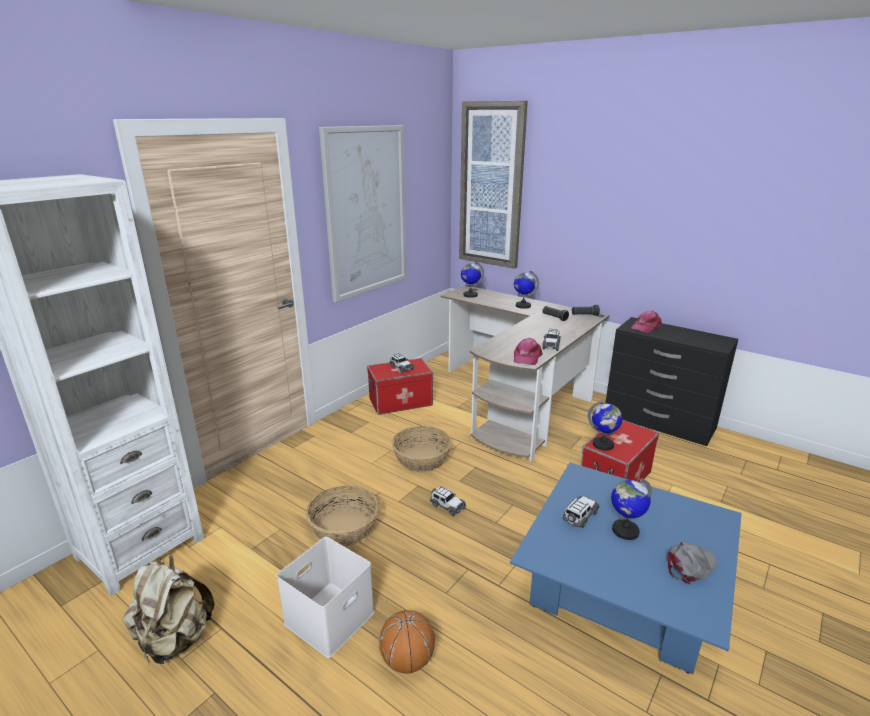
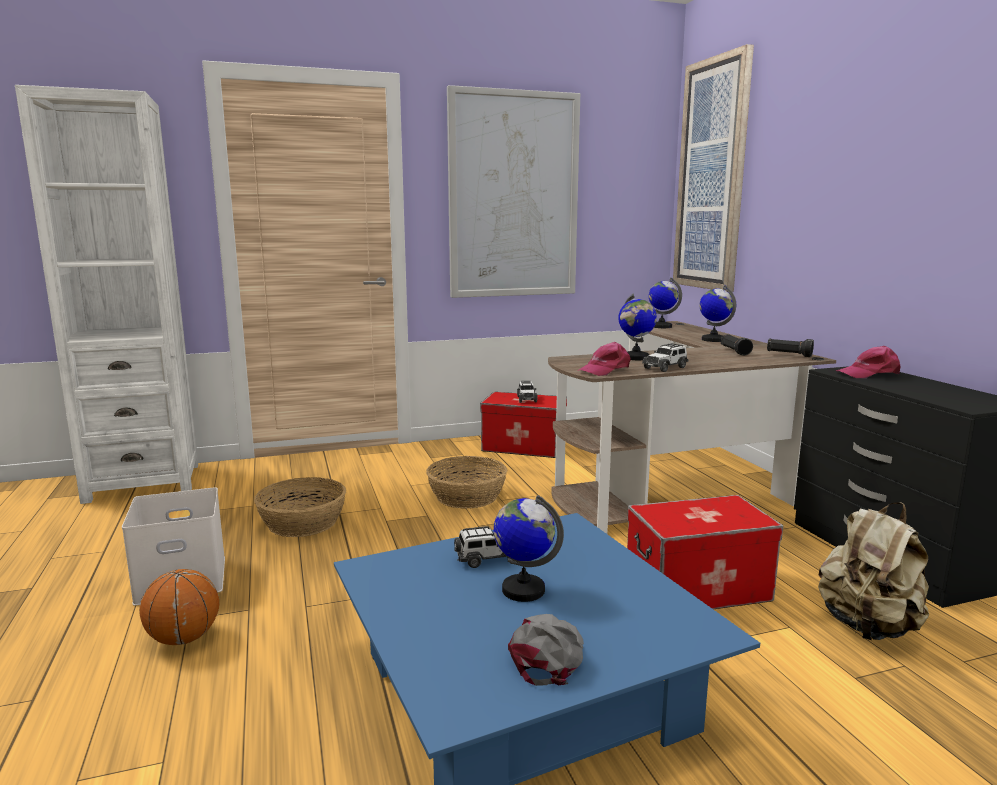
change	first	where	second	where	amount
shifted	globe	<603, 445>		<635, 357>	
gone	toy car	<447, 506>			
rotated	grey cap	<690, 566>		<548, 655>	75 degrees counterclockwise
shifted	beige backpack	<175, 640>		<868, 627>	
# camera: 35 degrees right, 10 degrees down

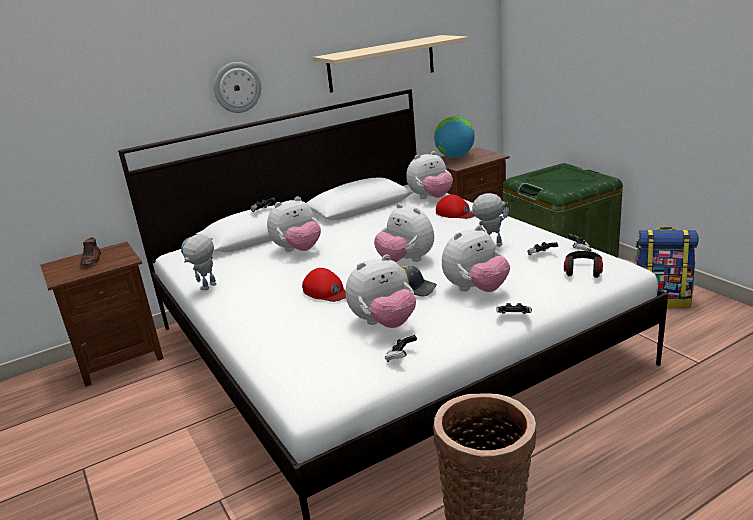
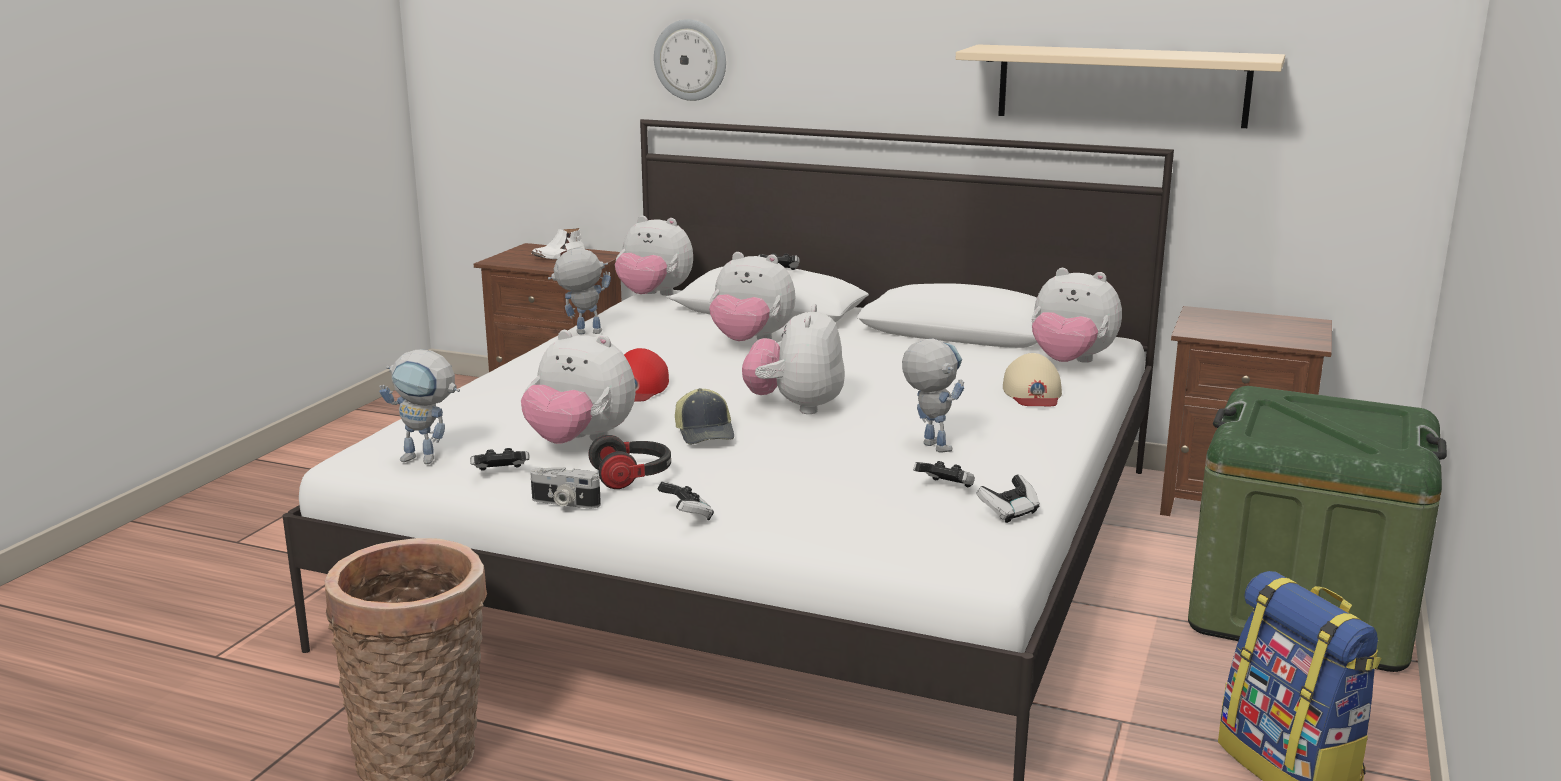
change	first	where	second	where	amount
shifted	wall clock	<237, 87>		<690, 60>	
gone	globe	<455, 156>			
repainted	red cap	<456, 213>	beige cap	<1032, 393>	
shifted	plush toy	<476, 290>		<654, 296>	
repainted	brown shoe	<92, 260>	white shoe	<559, 256>	
shifted	headphones	<583, 271>		<632, 477>	
new			toy robot	<429, 459>	
new			photo camera	<564, 503>	
# camera: 50 degrees right, 5 degrees down

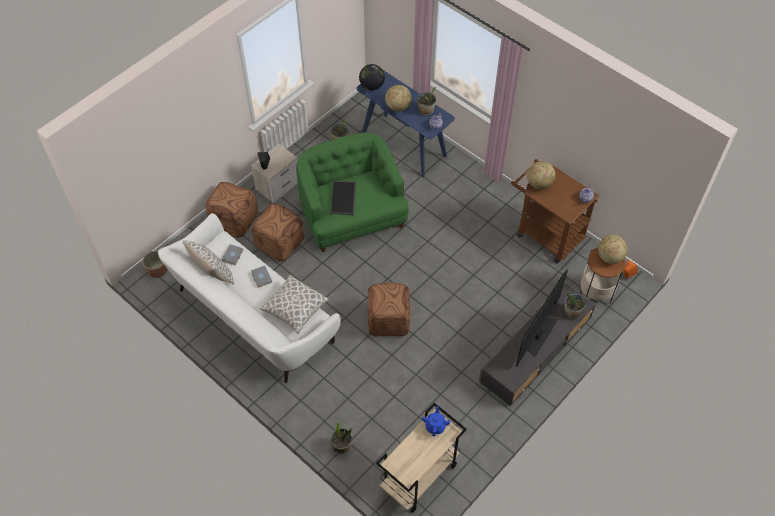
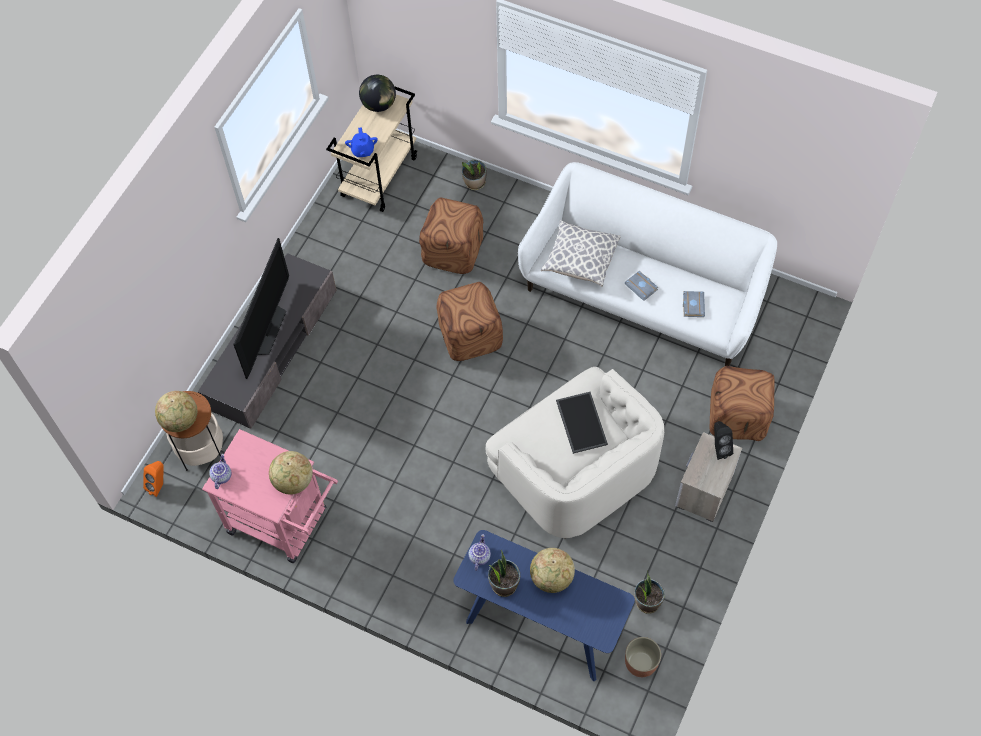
change	first	where	second	where	amount
shifted	globe	<372, 86>		<379, 105>	
repainted	green armchair	<351, 215>	white armchair	<575, 471>	
repainted	brown cart	<545, 233>	pink cart	<285, 523>	
shifted	brown ottoman	<279, 243>		<453, 250>	
gone	pillow	<213, 274>			
shifted	planter	<157, 270>		<641, 663>	
gone	potted plant	<572, 312>			
# camera: 165 degrees right, 5 degrees up

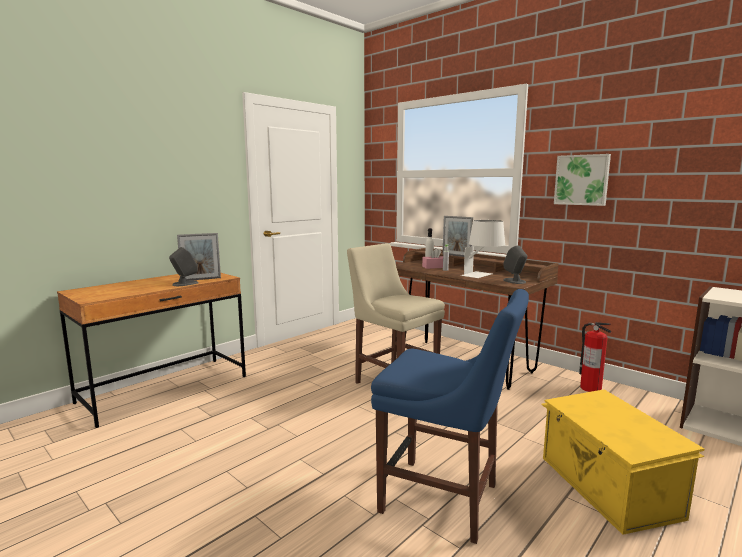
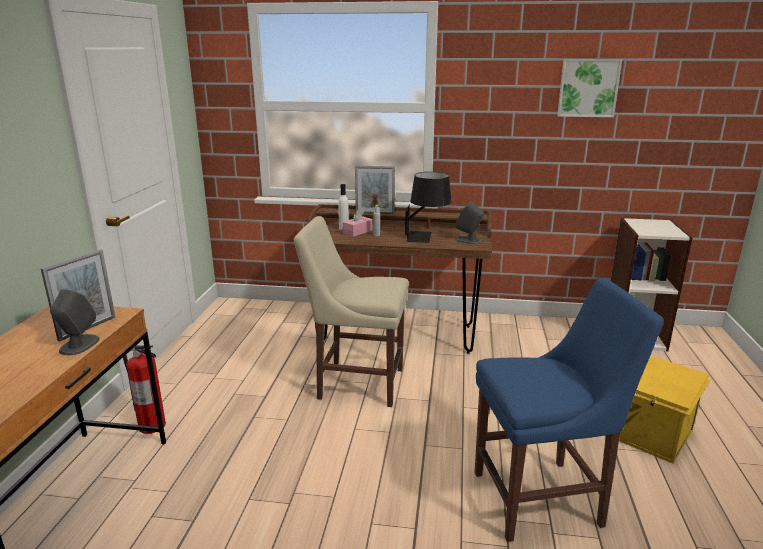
change	first	where	second	where	amount
shifted	picture	<582, 180>		<588, 88>	
repainted	white table lamp	<483, 275>	black table lamp	<427, 237>	
shifted	fire extinguisher	<590, 388>		<151, 425>	
# camera: 35 degrees left, 10 degrees up

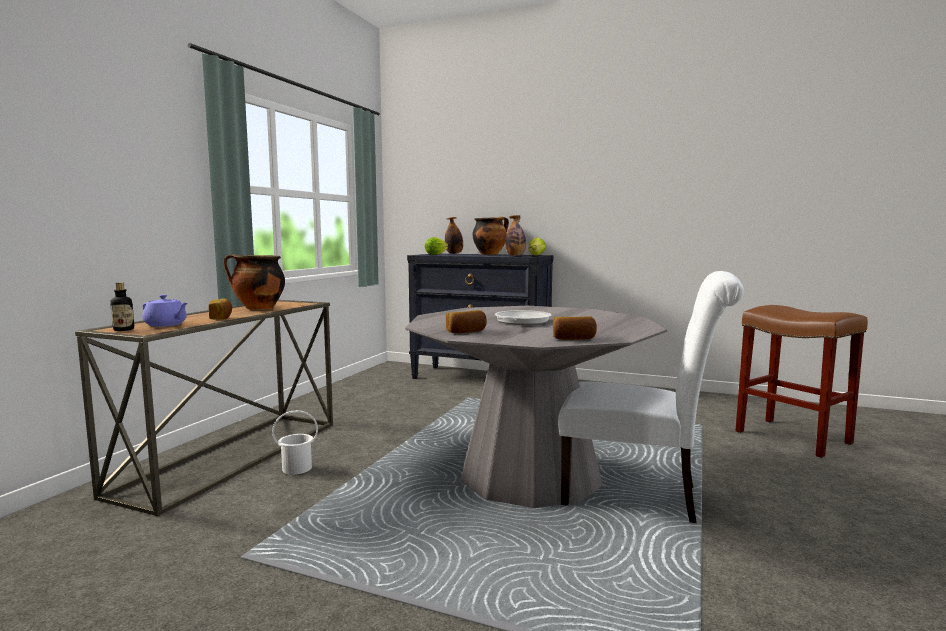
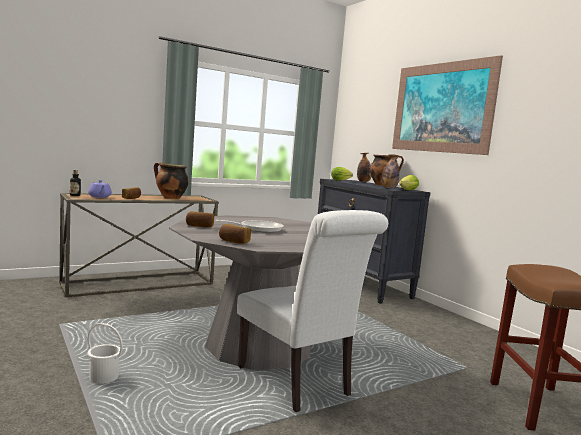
change	first	where	second	where	amount
shifted	white bucket	<296, 468>		<104, 378>	
new			picture	<441, 107>	
# camera: 35 degrees right, 0 degrees up

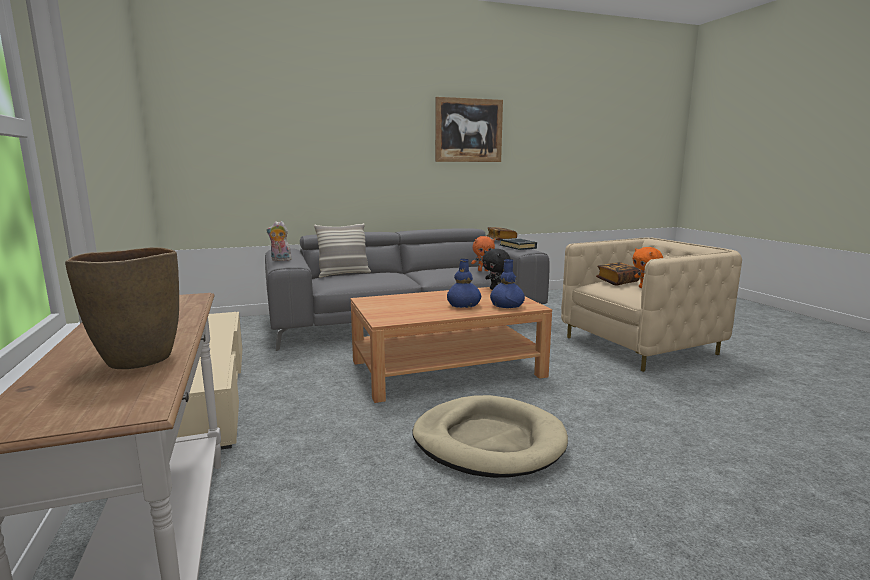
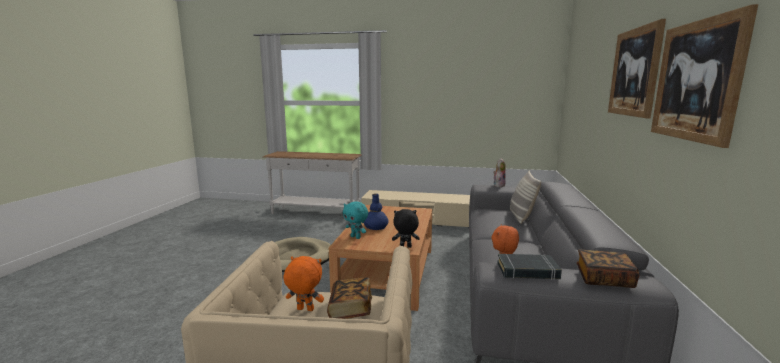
change	first	where	second	where	amount
gone	brown vase	<137, 360>			
swapped	blue vase	<506, 306>	turquoise plush toy	<356, 237>	
new			picture	<634, 72>	
# camera: 120 degrees right, 0 degrees up

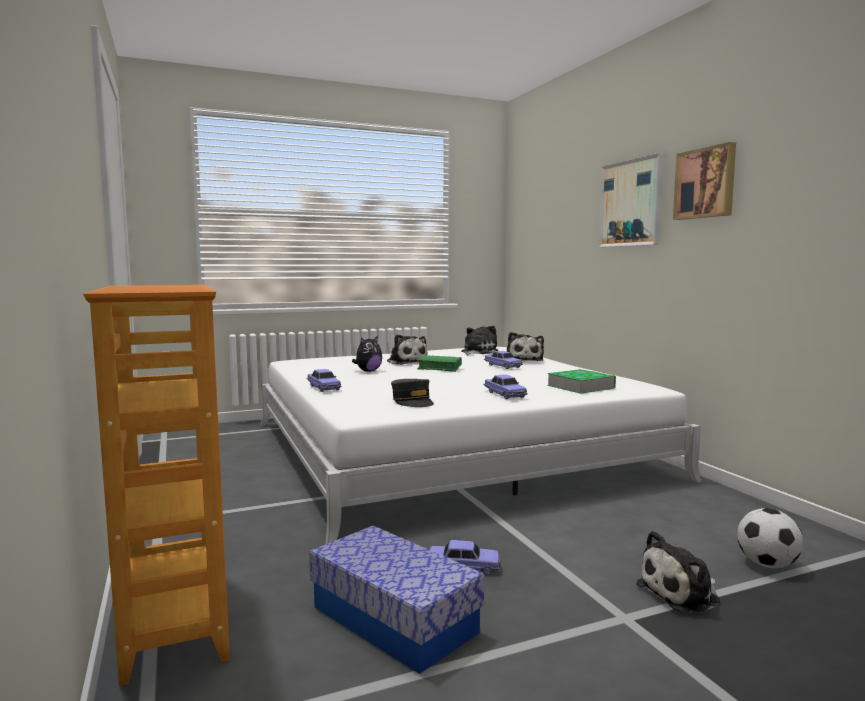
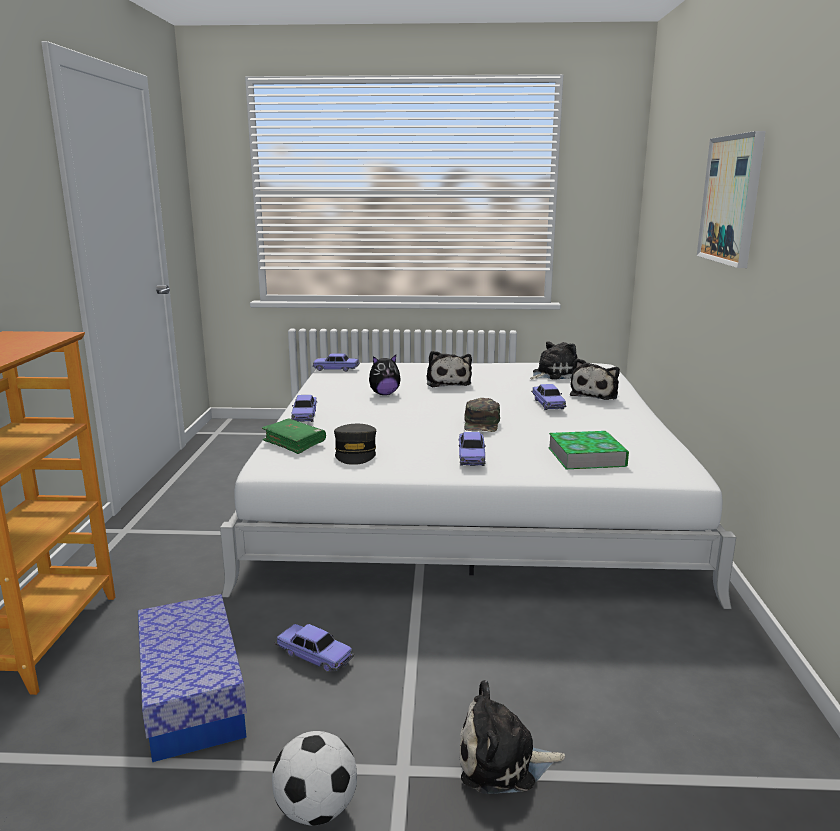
change	first	where	second	where	amount
gone	picture	<705, 183>			
shifted	green book	<439, 368>		<294, 442>	
shifted	football	<767, 565>		<316, 810>	
new			toy car	<336, 369>	
new			green cap	<482, 423>	
# camera: 25 degrees right, 10 degrees up

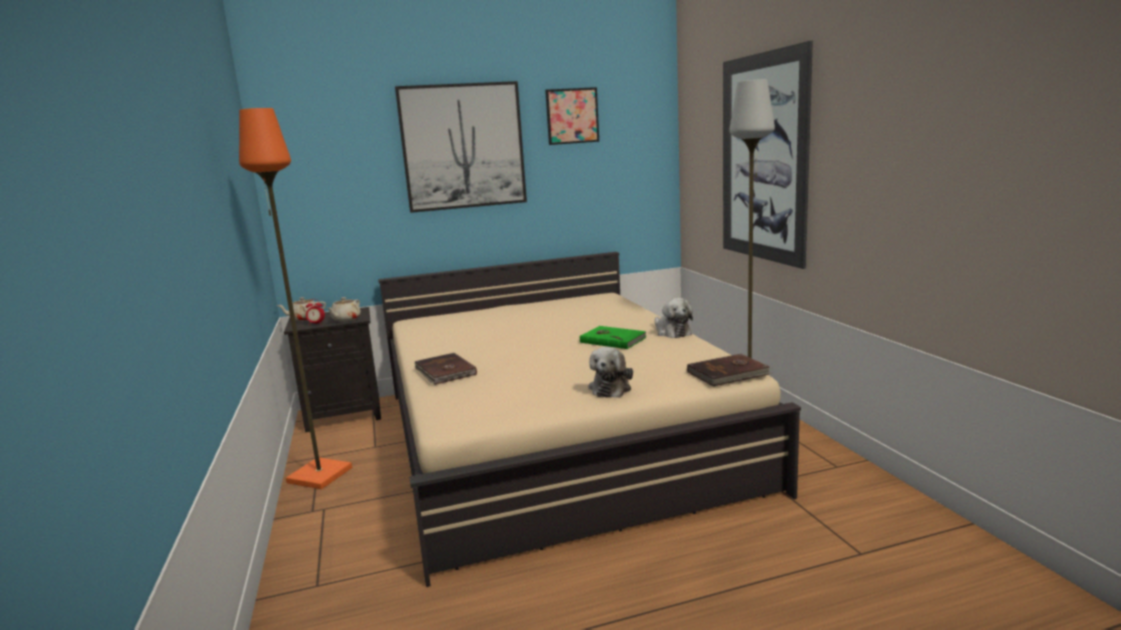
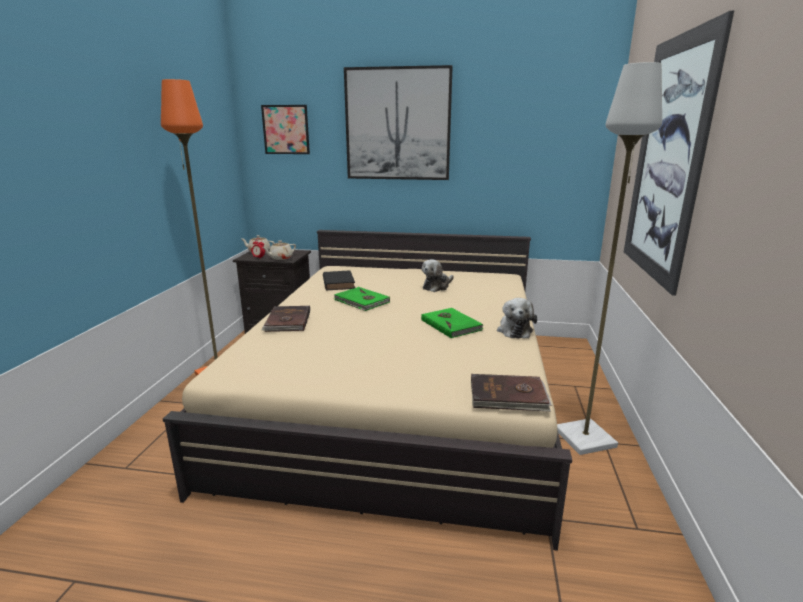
change	first	where	second	where	amount
shifted	picture	<572, 116>		<286, 129>	
shifted	plush toy	<611, 388>		<437, 286>	
new			black book	<338, 283>	
new			green book	<361, 301>	
# camera: 25 degrees right, 5 degrees up

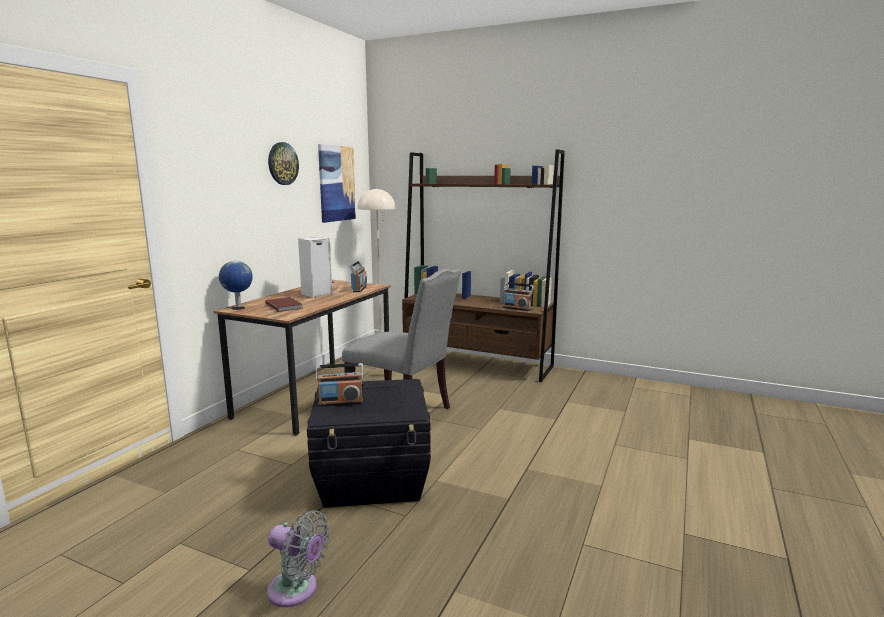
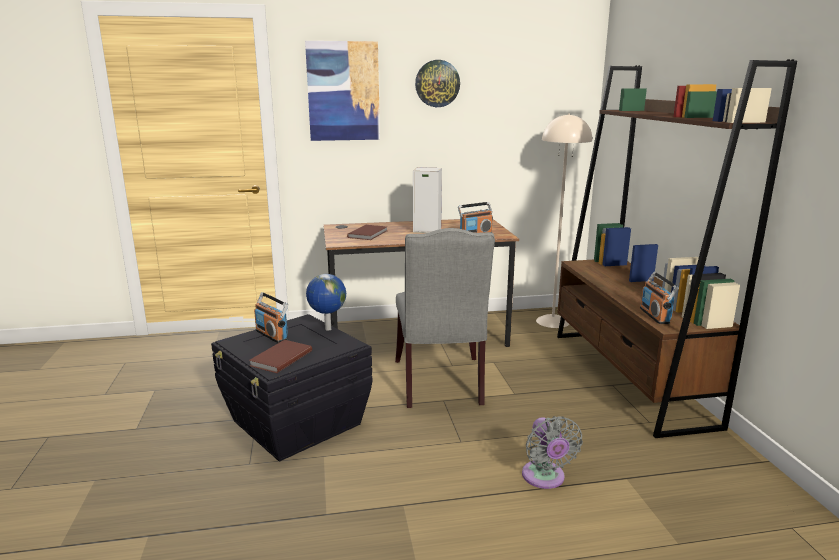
change	first	where	second	where	amount
shifted	picture	<336, 183>		<343, 91>	
shifted	globe	<238, 306>		<327, 329>	
shifted	grey fan	<297, 590>		<545, 478>	
new			brown book	<280, 358>	
# camera: 55 degrees right, 5 degrees up

